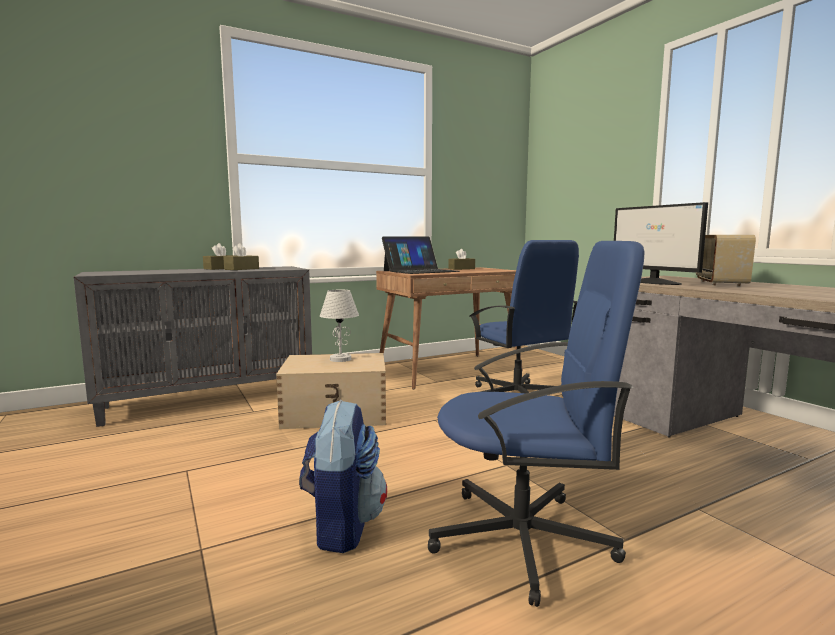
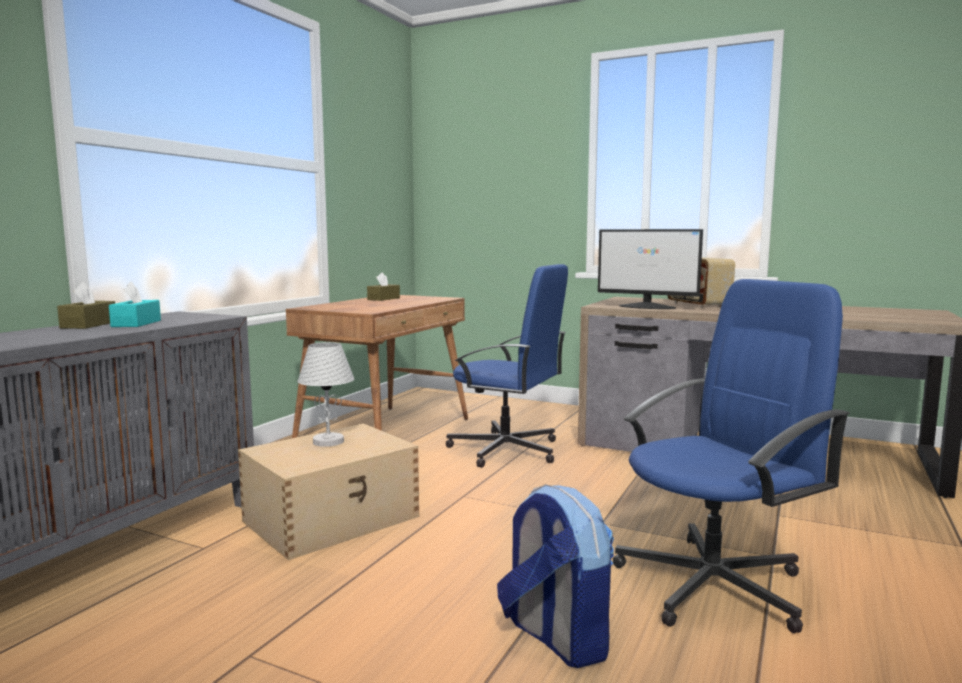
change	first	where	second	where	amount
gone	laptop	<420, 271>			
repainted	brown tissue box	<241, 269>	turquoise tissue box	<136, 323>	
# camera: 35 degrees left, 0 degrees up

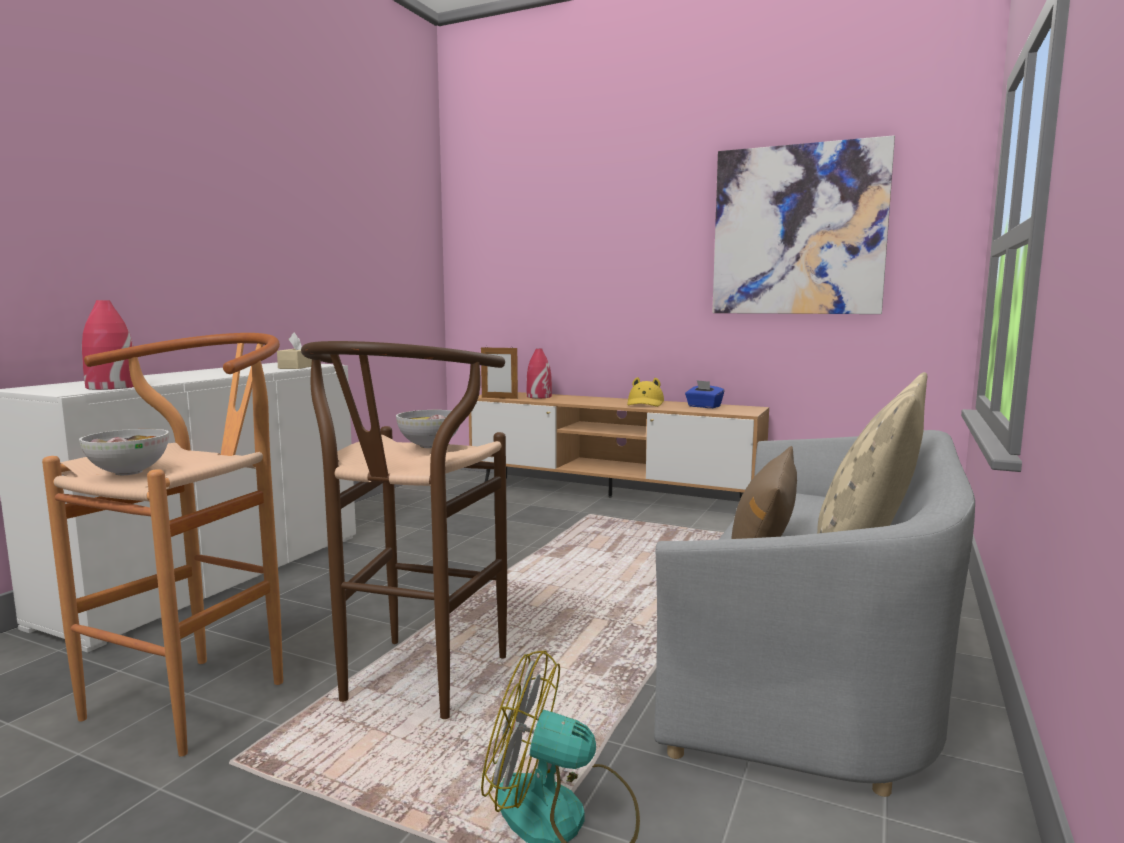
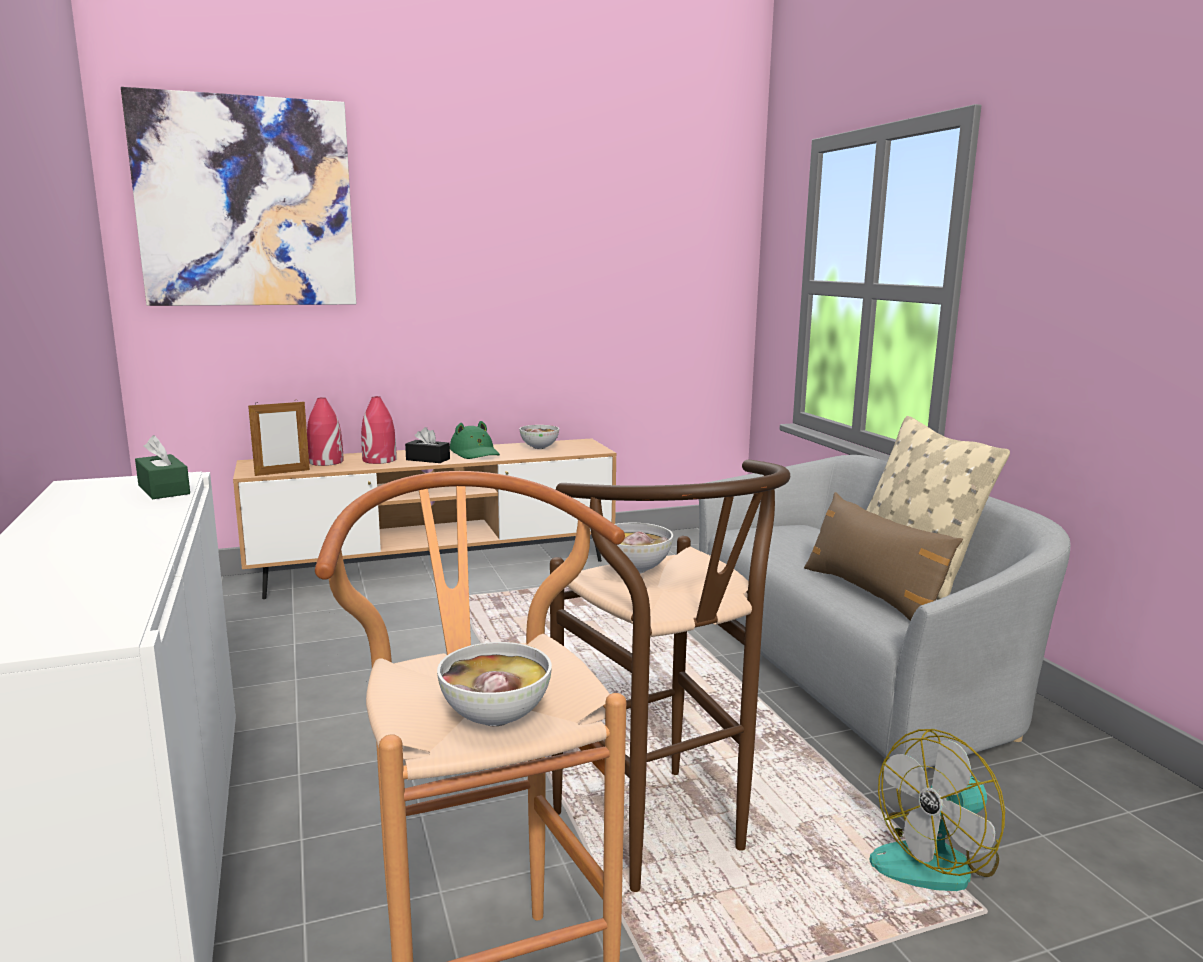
change	first	where	second	where	amount
shifted	picture	<798, 230>		<246, 203>	
shifted	red vase	<111, 387>		<379, 460>	
repainted	beige tissue box	<298, 367>	green tissue box	<164, 489>	
repainted	yellow hat	<645, 403>	green hat	<475, 453>	
swapped	blue tissue box	<704, 406>	bowl	<539, 447>	
new			black tissue box	<428, 459>	
# camera: 45 degrees left, 5 degrees up

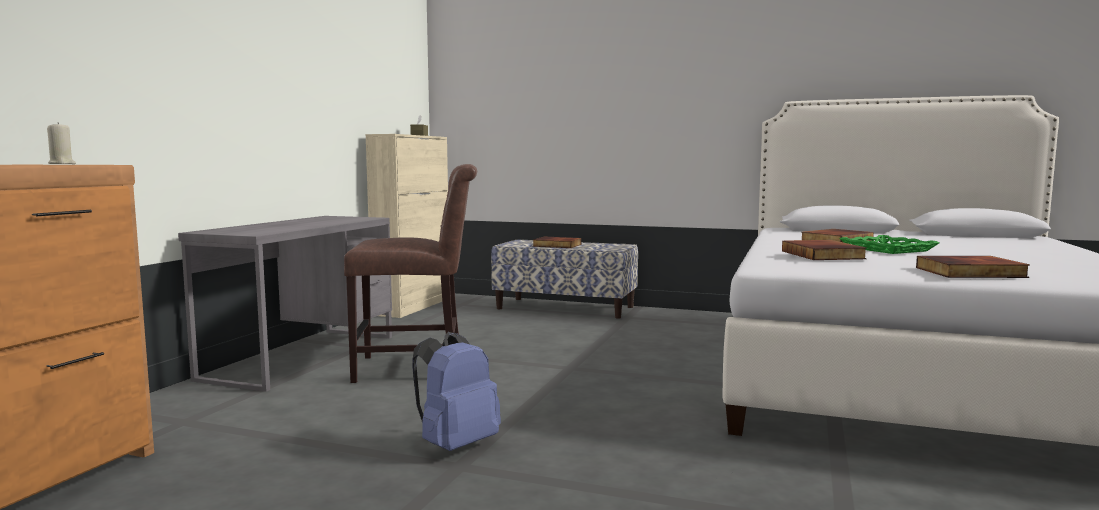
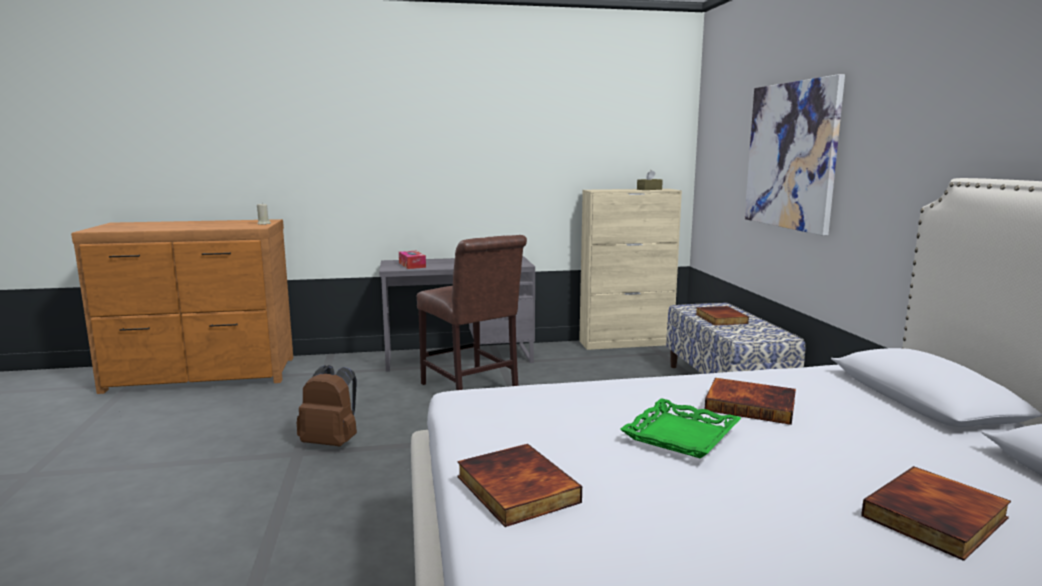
change	first	where	second	where	amount
shifted	book	<824, 255>		<937, 518>	
repainted	blue backpack	<455, 445>	brown backpack	<332, 443>	
new			picture	<791, 155>	
new			tissue box	<412, 265>	
# camera: 60 degrees right, 5 degrees up

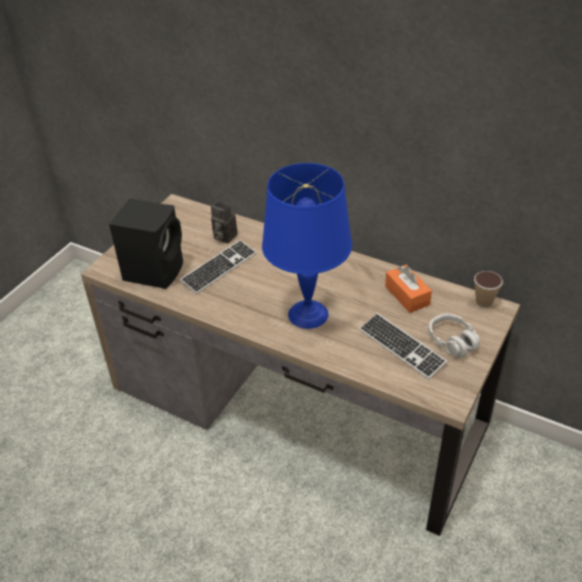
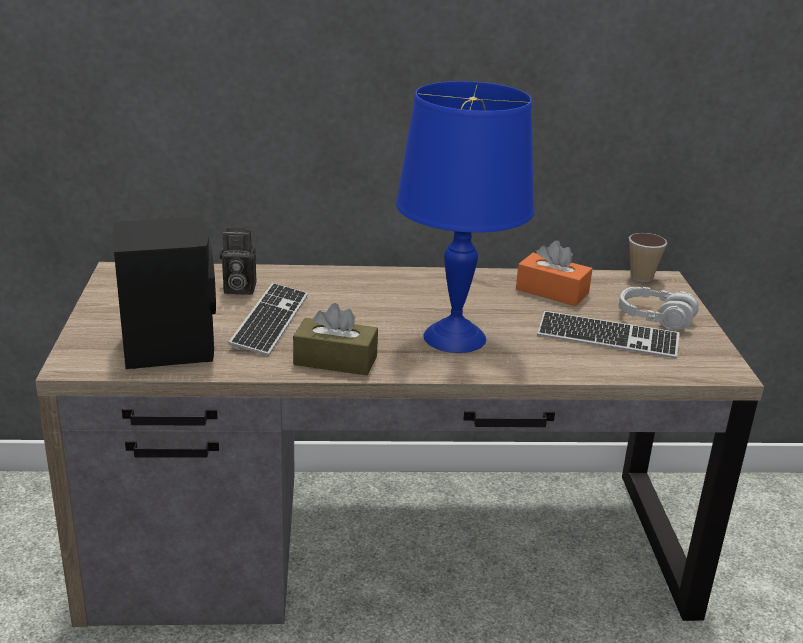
change	first	where	second	where	amount
new			brown tissue box	<335, 360>	
# camera: 35 degrees left, 15 degrees down

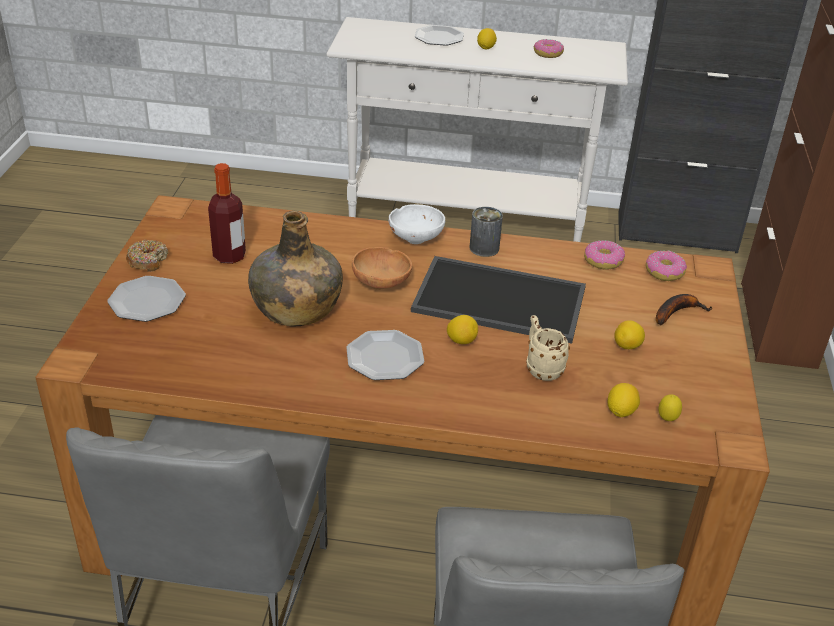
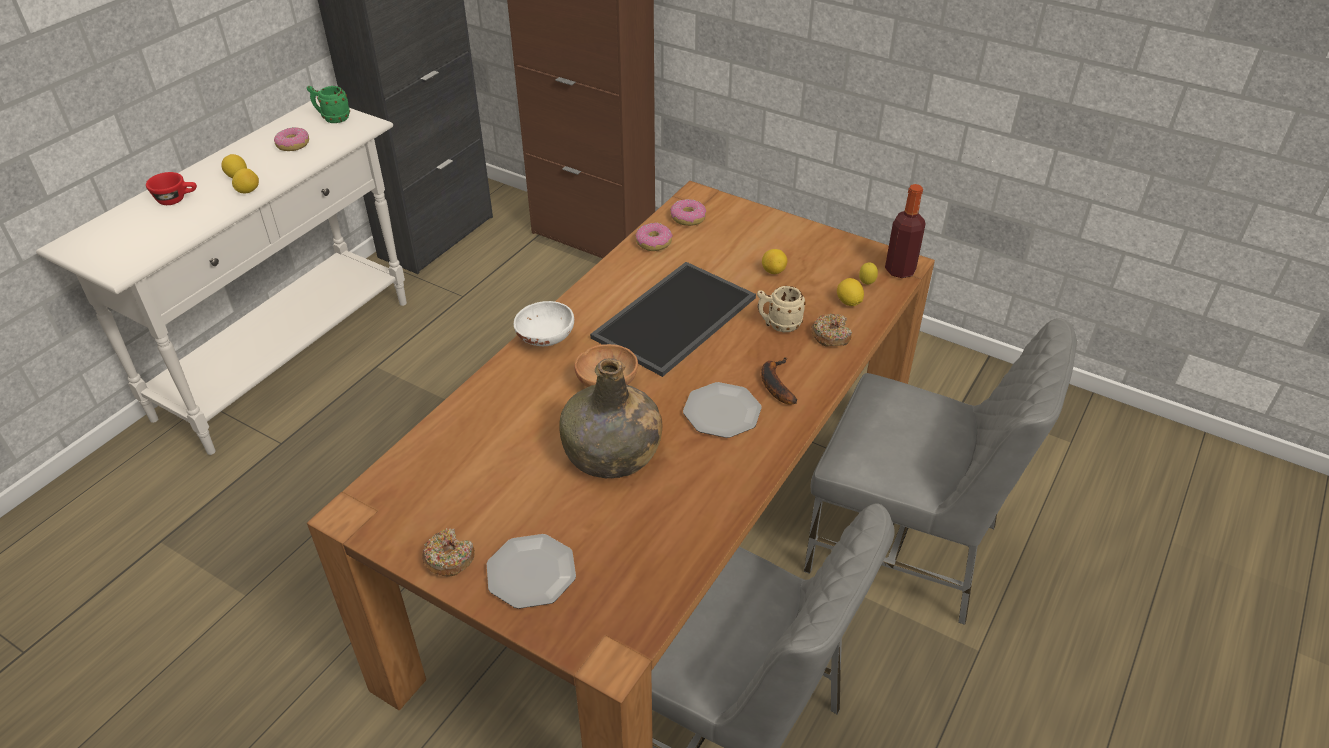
change	first	where	second	where	amount
swapped	plate	<438, 37>	red cup	<177, 199>	
shifted	bottle	<229, 256>		<900, 270>	
gone	can	<484, 248>			
shifted	banana	<677, 312>		<775, 384>	
shifted	lemon	<461, 341>		<248, 191>	
new			green mug	<332, 118>	
new			donut	<830, 335>	
# camera: 65 degrees left, 5 degrees up

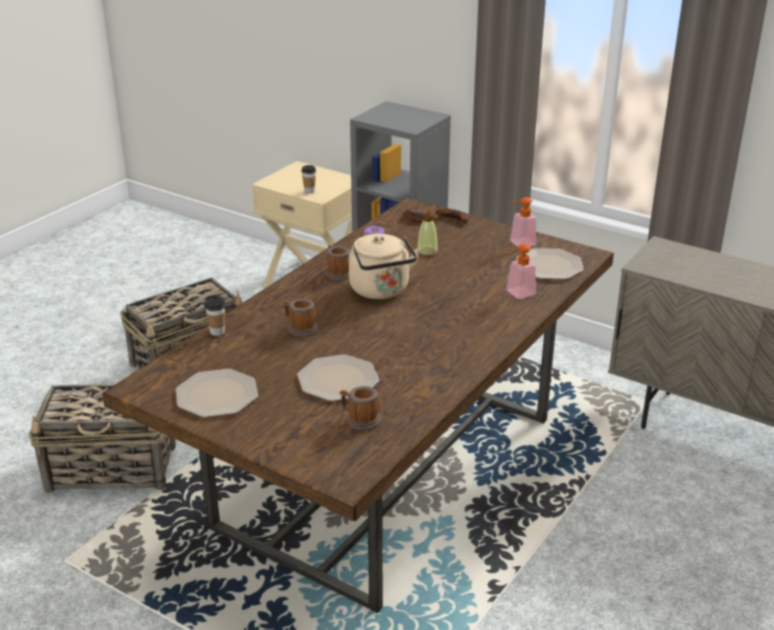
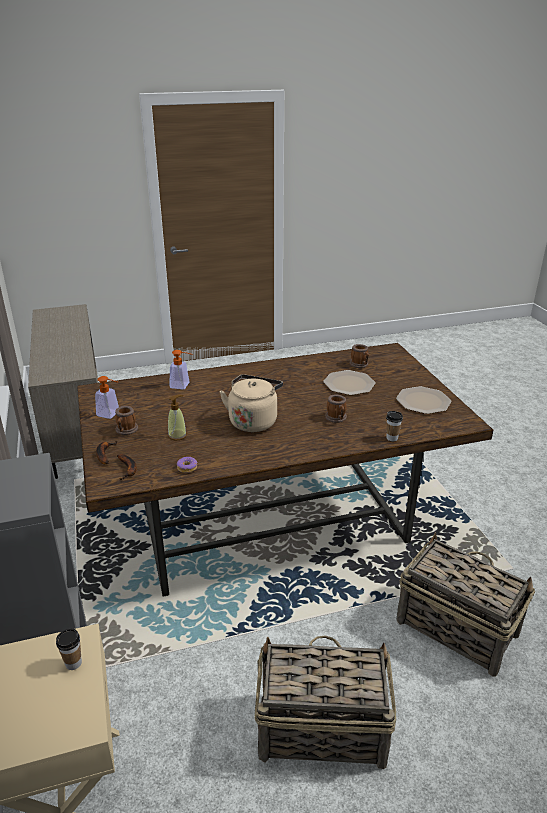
change	first	where	second	where	amount
shifted	mug	<337, 273>		<126, 430>	
gone	plate	<548, 265>			
# camera: 140 degrees left, 0 degrees up

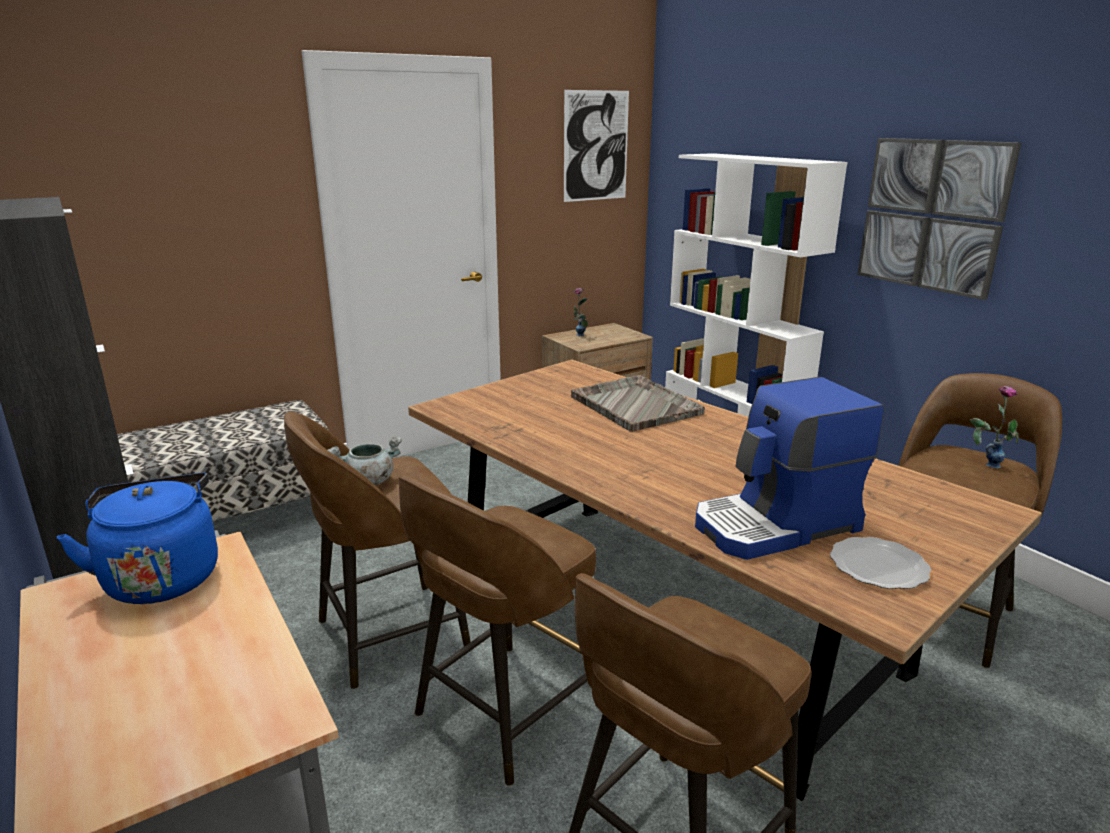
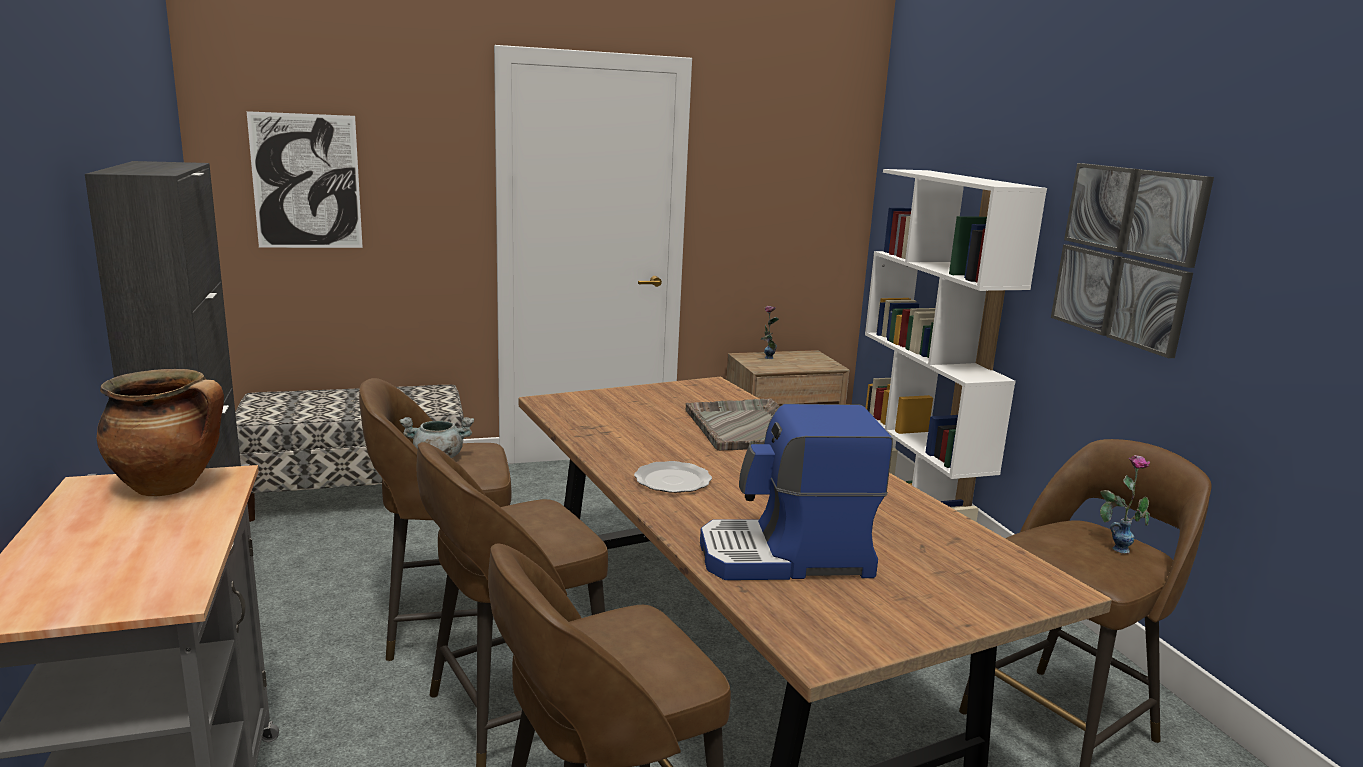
change	first	where	second	where	amount
shifted	picture	<596, 146>		<306, 182>	
swapped	blue kettle	<162, 577>	cooking pot	<170, 486>	
shifted	plate	<877, 566>		<671, 480>	
# camera: 15 degrees right, 5 degrees down

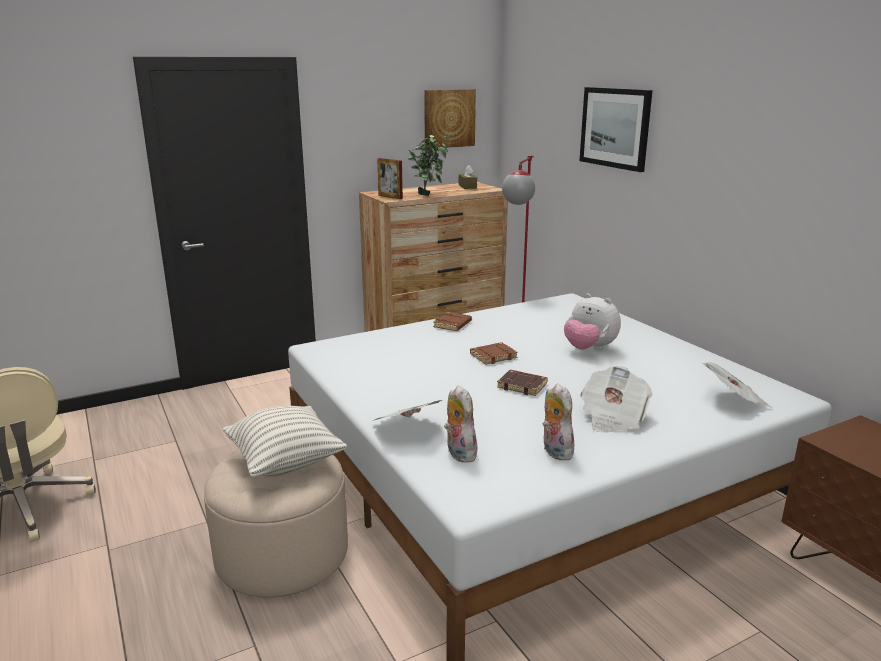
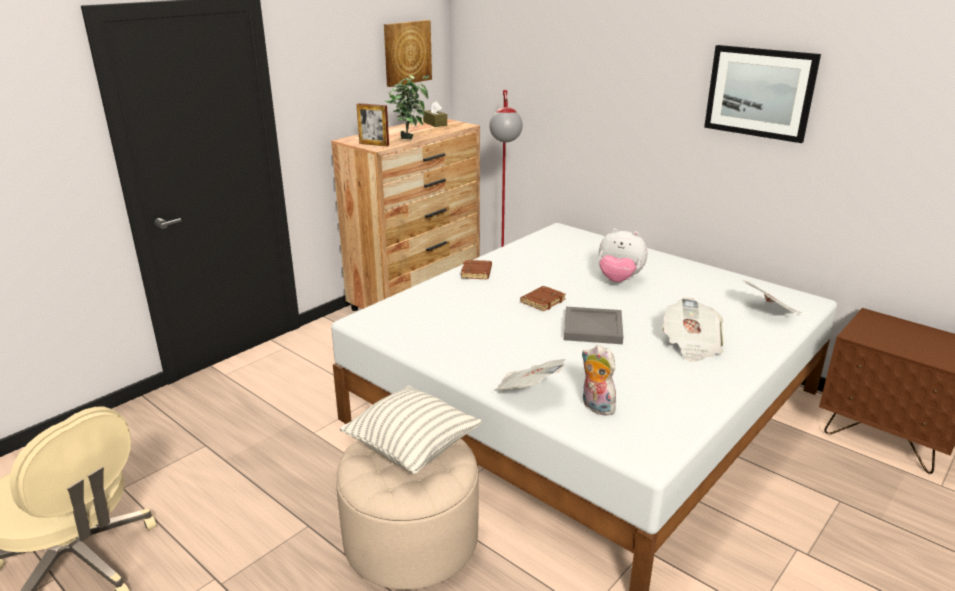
change	first	where	second	where	amount
shifted	picture	<615, 128>		<759, 92>	
swapped	brown book	<523, 386>	grey tray	<593, 328>	
gone	plush toy	<554, 451>			
# camera: 20 degrees left, 5 degrees up

